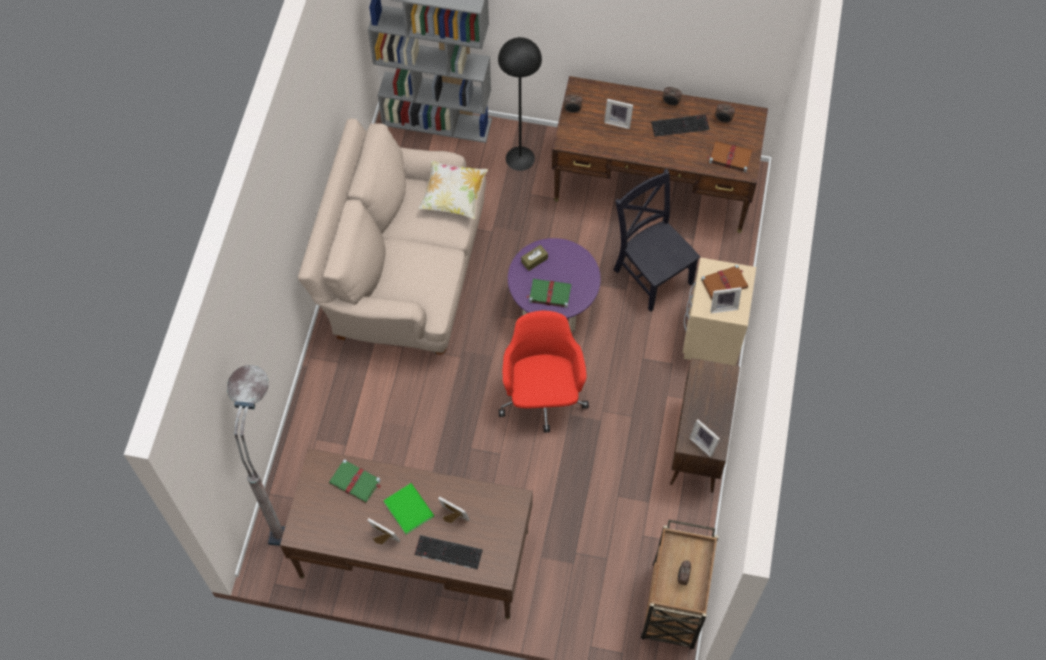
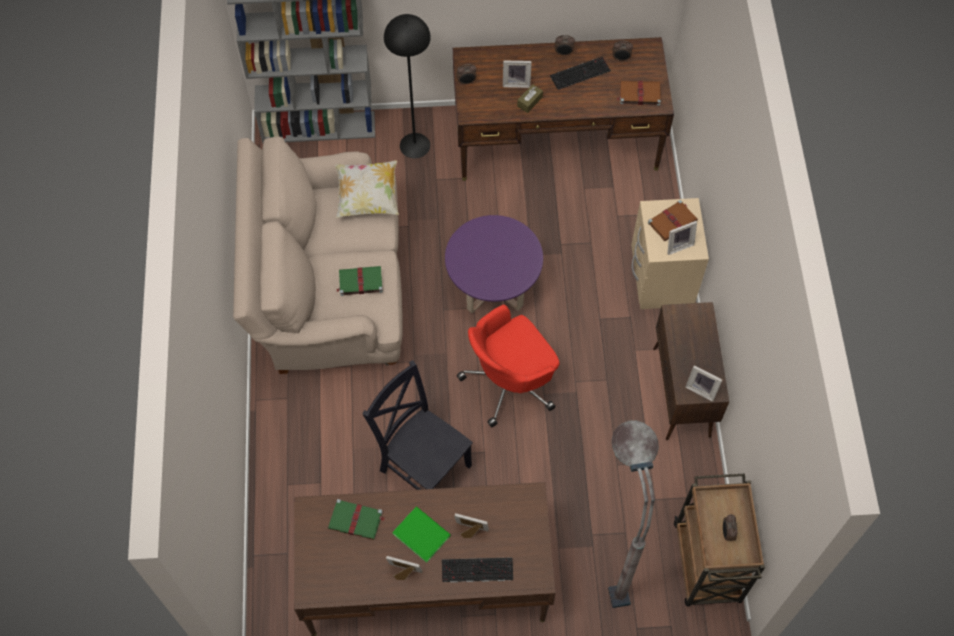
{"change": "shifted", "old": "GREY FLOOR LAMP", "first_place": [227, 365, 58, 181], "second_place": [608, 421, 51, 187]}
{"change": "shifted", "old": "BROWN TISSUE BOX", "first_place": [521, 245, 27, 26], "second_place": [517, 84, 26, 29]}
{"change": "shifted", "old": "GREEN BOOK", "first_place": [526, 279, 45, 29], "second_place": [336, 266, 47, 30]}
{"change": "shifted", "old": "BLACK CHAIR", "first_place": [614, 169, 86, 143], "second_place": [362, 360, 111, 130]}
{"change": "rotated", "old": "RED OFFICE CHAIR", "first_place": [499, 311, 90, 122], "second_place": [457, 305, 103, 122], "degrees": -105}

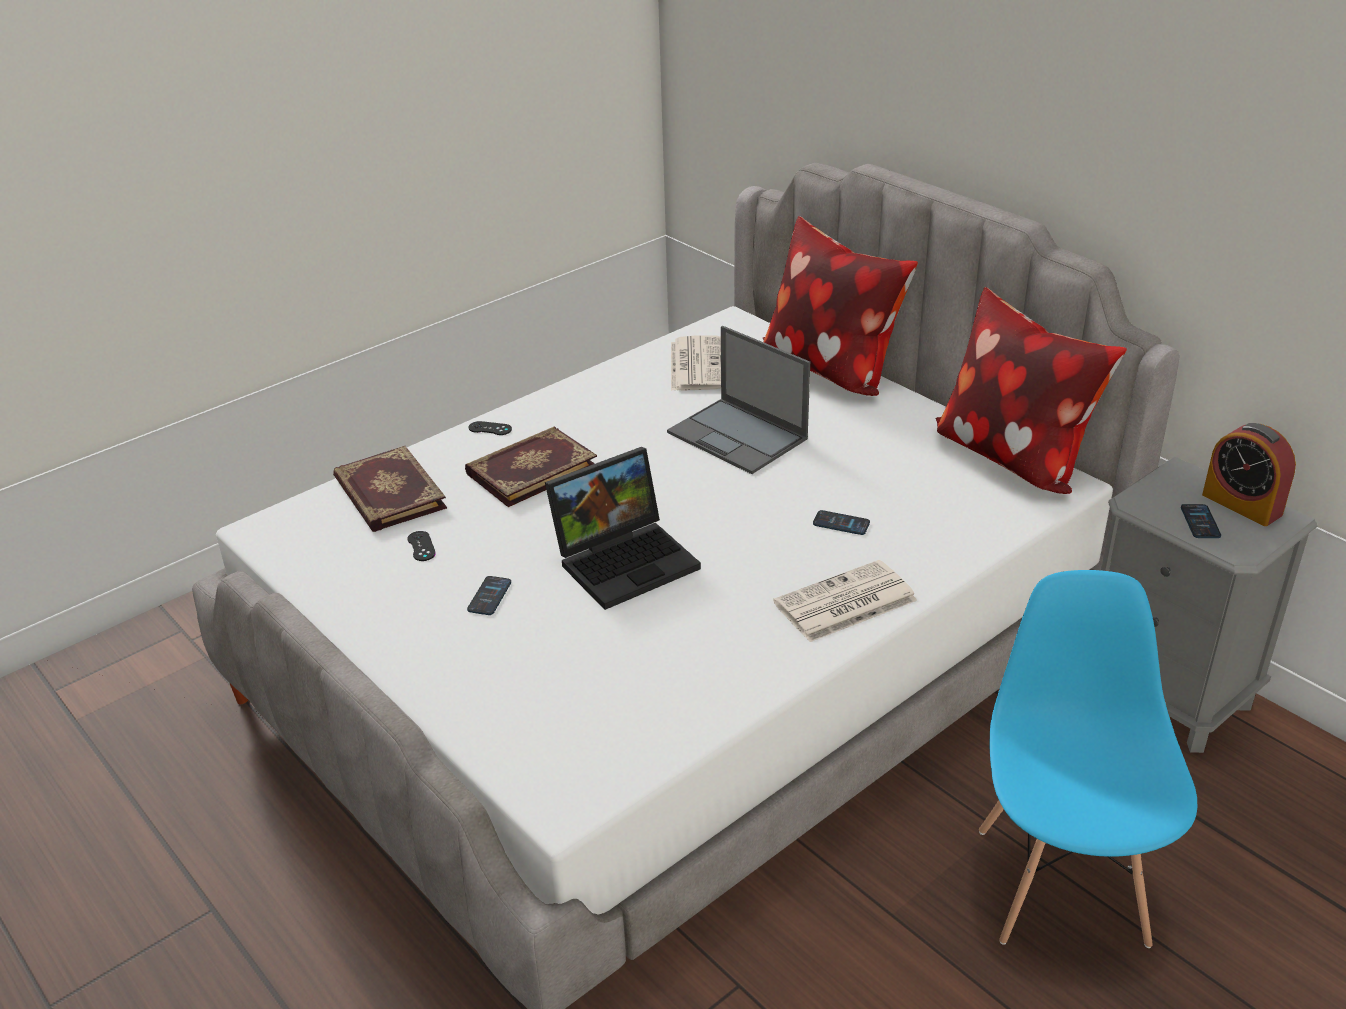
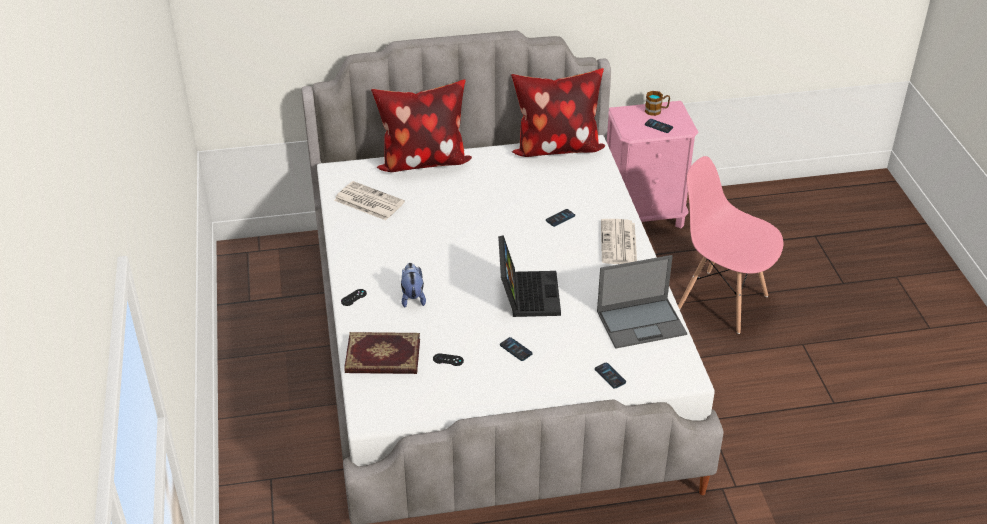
{"change": "new", "new": "PHONE", "second_place": [595, 363, 31, 26]}
{"change": "shifted", "old": "LAPTOP", "first_place": [667, 326, 143, 148], "second_place": [597, 255, 90, 94]}
{"change": "swapped", "old": "BOOK", "new": "PLUSH TOY", "first_place": [465, 427, 132, 80], "second_place": [401, 263, 25, 44]}
{"change": "swapped", "old": "ALARM CLOCK", "new": "MUG", "first_place": [1202, 423, 94, 103], "second_place": [645, 91, 25, 25]}
{"change": "repainted", "old": "BLUE CHAIR", "new": "PINK CHAIR", "first_place": [979, 570, 218, 378], "second_place": [678, 156, 105, 178]}
{"change": "repainted", "old": "GREY NIGHTSTAND", "new": "PINK NIGHTSTAND", "first_place": [1101, 457, 217, 296], "second_place": [607, 101, 91, 128]}

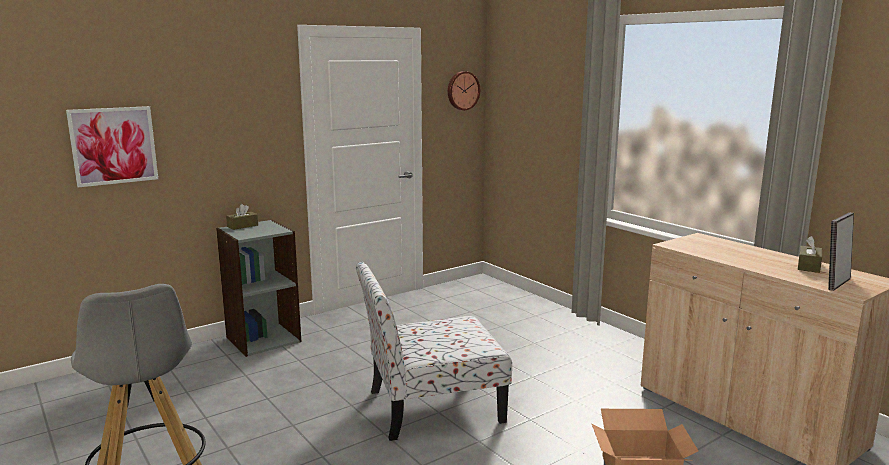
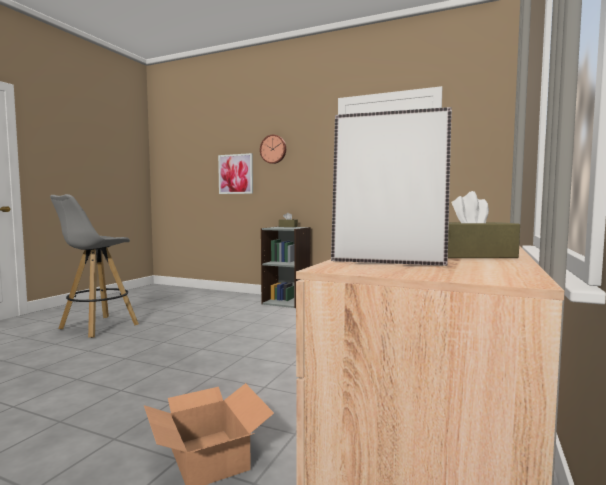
{"change": "gone", "old": "CHAIR", "first_place": [356, 262, 156, 179]}
{"change": "shifted", "old": "WALL CLOCK", "first_place": [448, 71, 32, 39], "second_place": [260, 135, 26, 29]}

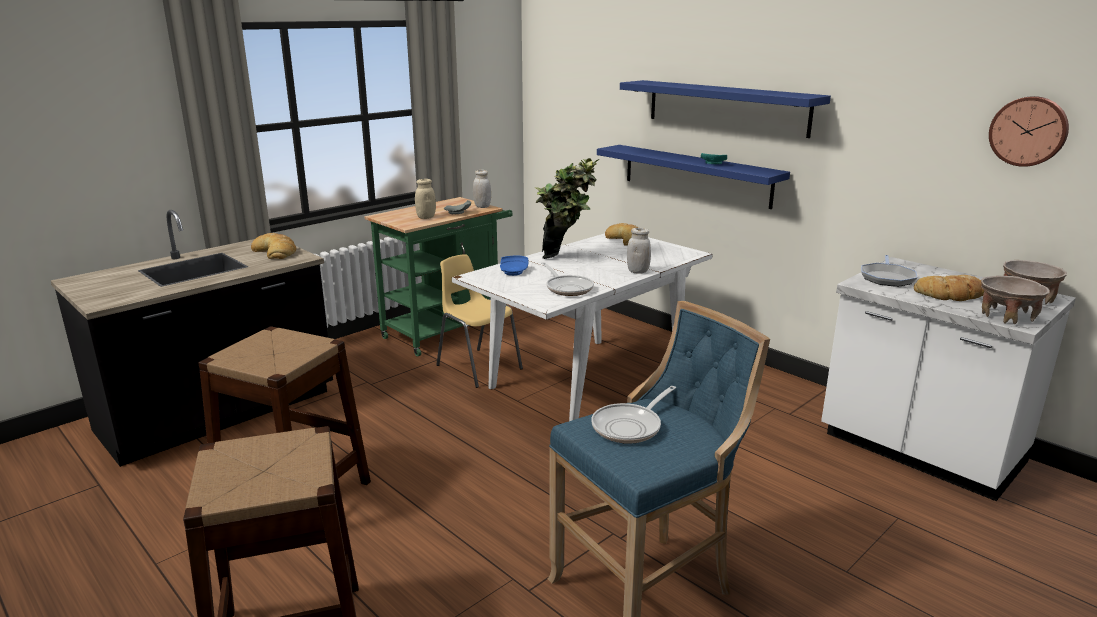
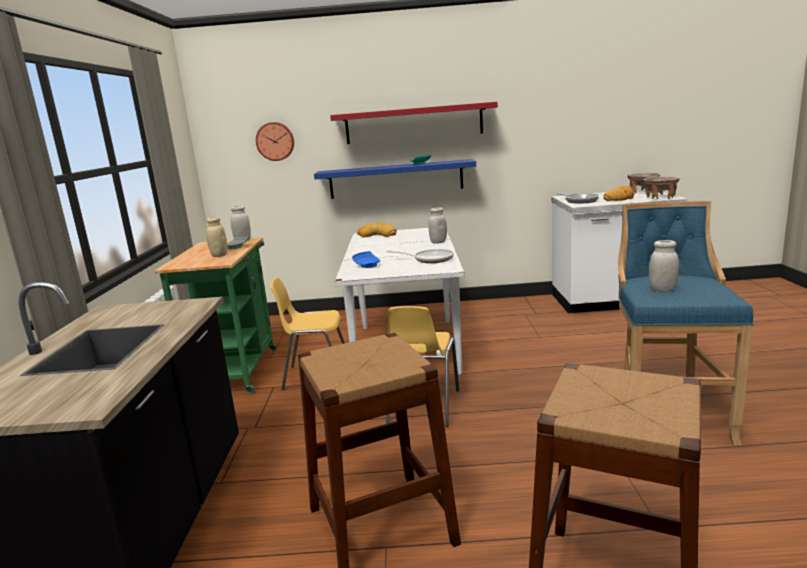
{"change": "gone", "old": "BREAD", "first_place": [251, 233, 45, 26]}
{"change": "gone", "old": "POTTED PLANT", "first_place": [535, 158, 65, 101]}
{"change": "new", "new": "YELLOW CHAIR", "second_place": [386, 306, 73, 121]}
{"change": "shifted", "old": "WALL CLOCK", "first_place": [989, 96, 80, 71], "second_place": [256, 122, 38, 39]}
{"change": "swapped", "old": "FRYING PAN", "new": "WHITE JAR", "first_place": [591, 386, 85, 58], "second_place": [649, 240, 30, 52]}
{"change": "repainted", "old": "BLUE SHELF", "new": "RED SHELF", "first_place": [620, 80, 211, 58], "second_place": [330, 102, 168, 42]}

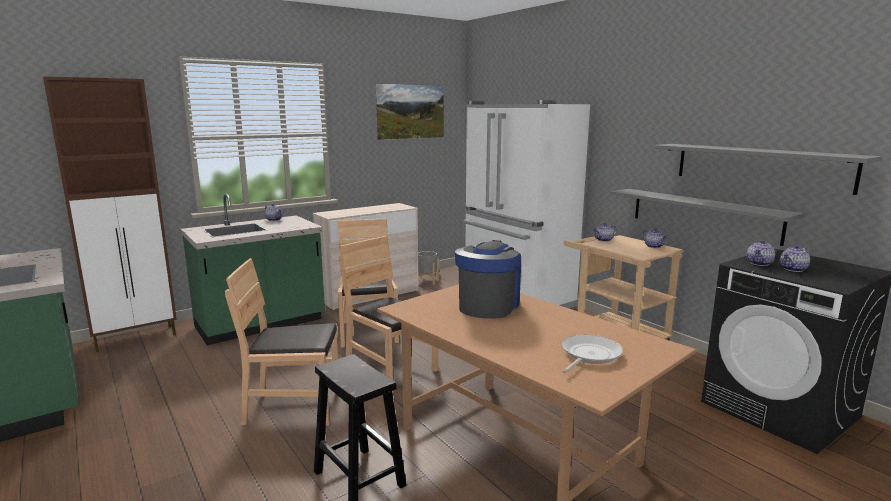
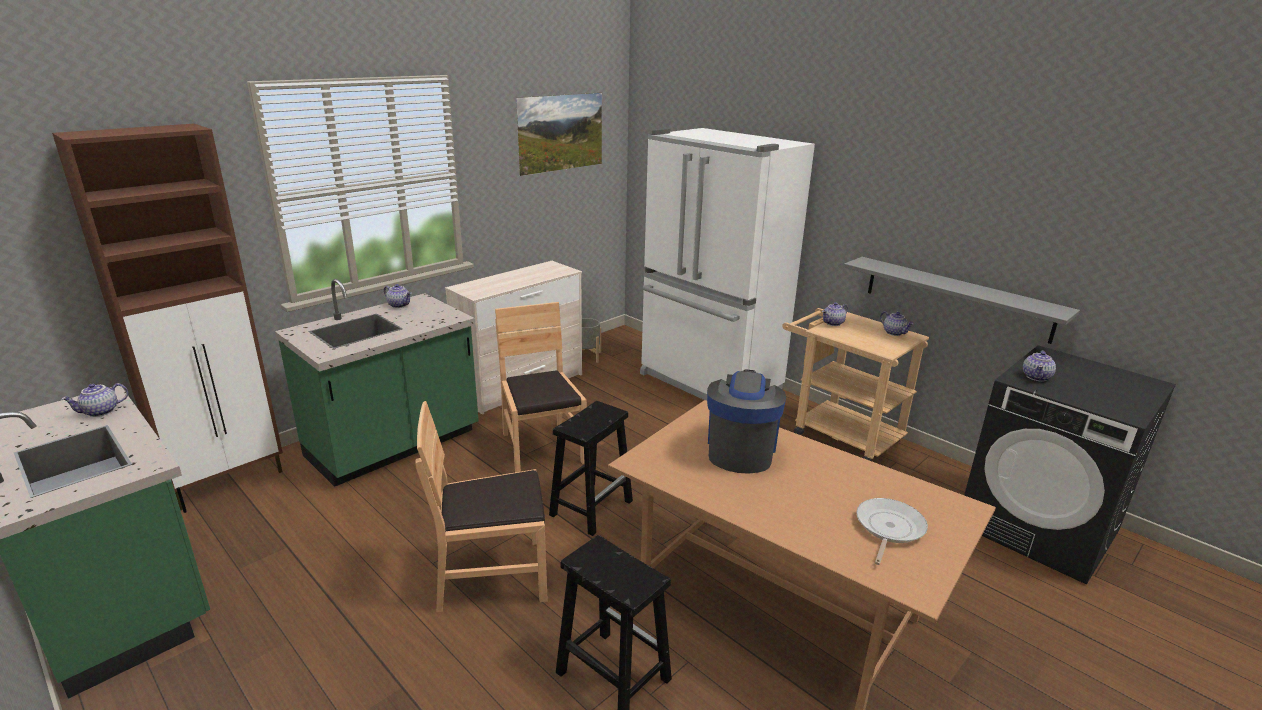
{"change": "gone", "old": "GREY SHELF", "first_place": [654, 144, 229, 51]}
{"change": "shifted", "old": "TEAPOT", "first_place": [780, 245, 30, 27], "second_place": [61, 383, 67, 34]}
{"change": "swapped", "old": "BROWN CHAIR", "new": "BLACK STOOL", "first_place": [339, 236, 99, 157], "second_place": [549, 401, 84, 135]}

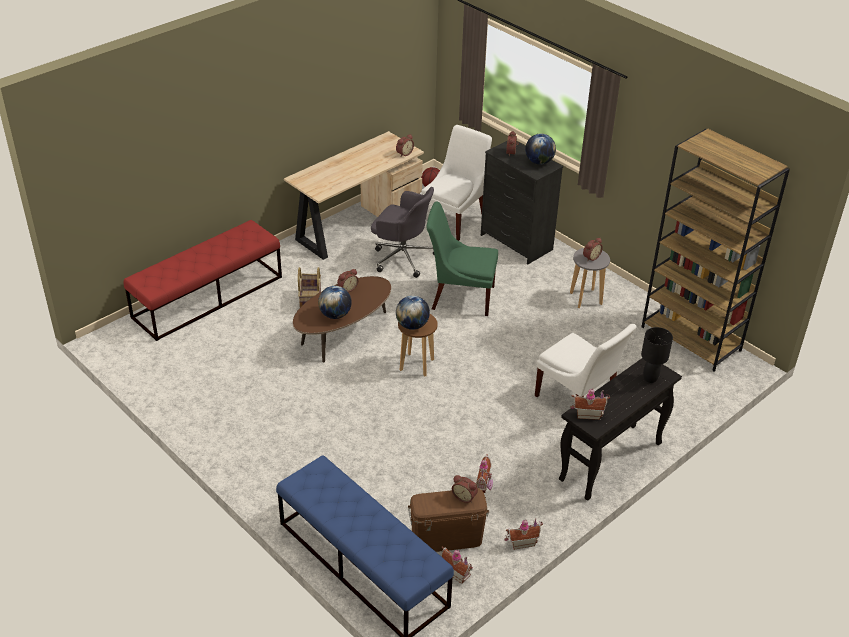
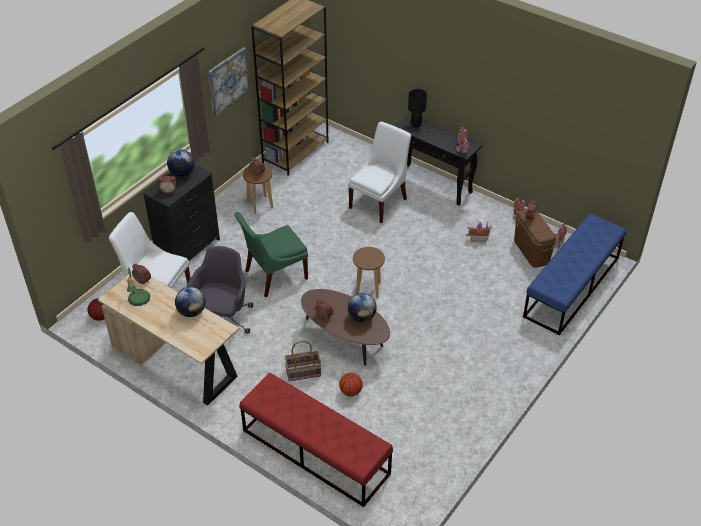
{"change": "new", "new": "TABLE LAMP", "second_place": [127, 266, 23, 40]}
{"change": "new", "new": "PICTURE", "second_place": [208, 47, 41, 69]}
{"change": "new", "new": "BASKETBALL", "second_place": [339, 373, 24, 23]}
{"change": "shifted", "old": "GLOBE", "first_place": [396, 296, 34, 34], "second_place": [175, 287, 30, 30]}
{"change": "repainted", "old": "GREY STOOL", "new": "BROWN STOOL", "first_place": [570, 248, 40, 60], "second_place": [243, 165, 30, 49]}
{"change": "rotated", "old": "GREEN CHAIR", "first_place": [426, 201, 72, 115], "second_place": [234, 212, 74, 85], "degrees": 60}

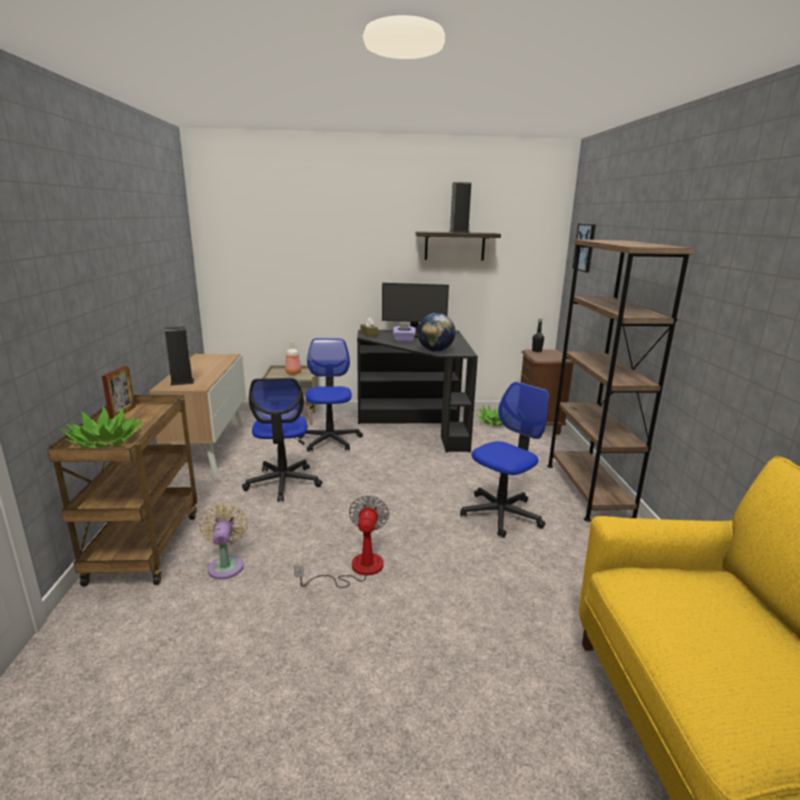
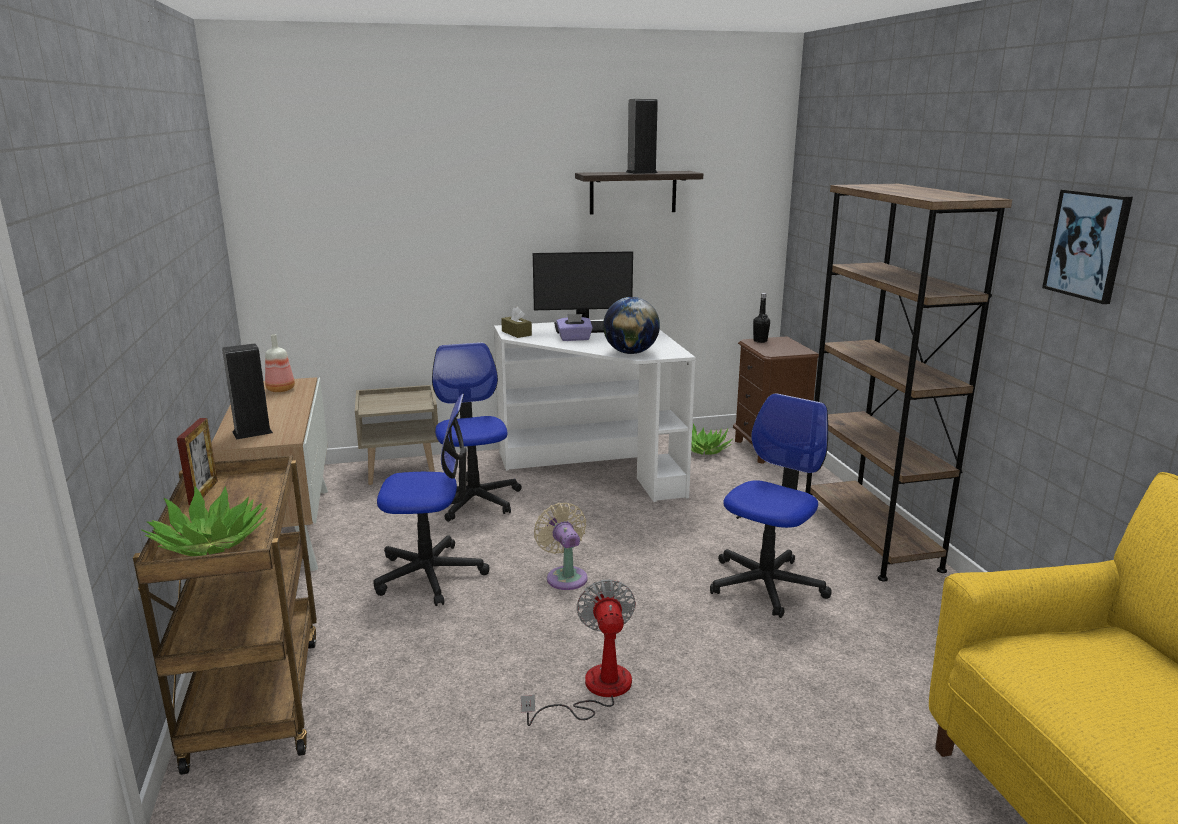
{"change": "shifted", "old": "BEIGE FAN", "first_place": [199, 504, 49, 75], "second_place": [534, 503, 54, 87]}
{"change": "shifted", "old": "BOTTLE", "first_place": [285, 341, 16, 34], "second_place": [265, 334, 30, 58]}
{"change": "shifted", "old": "PICTURE", "first_place": [572, 224, 24, 48], "second_place": [1042, 189, 91, 115]}
{"change": "repainted", "old": "BLACK DESK", "new": "WHITE DESK", "first_place": [357, 330, 121, 123], "second_place": [494, 319, 201, 183]}
{"change": "rotated", "old": "OFFICE CHAIR", "first_place": [242, 378, 80, 124], "second_place": [373, 394, 117, 212], "degrees": -75}

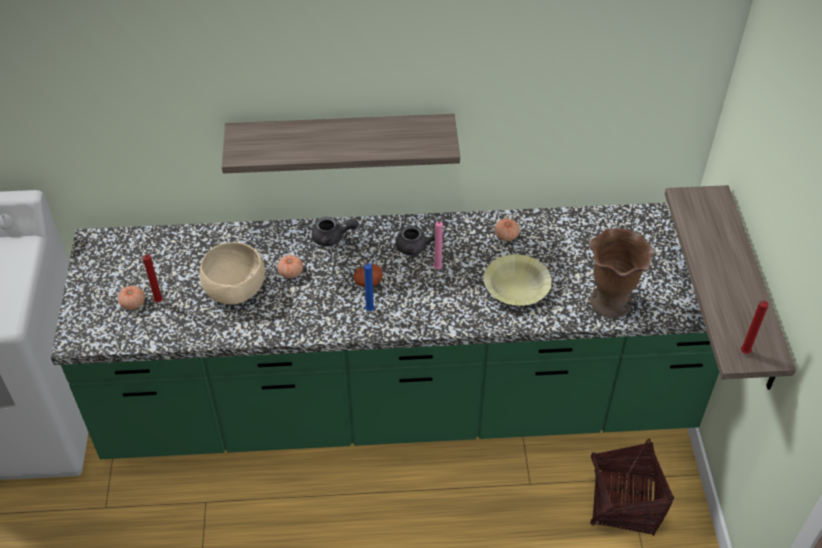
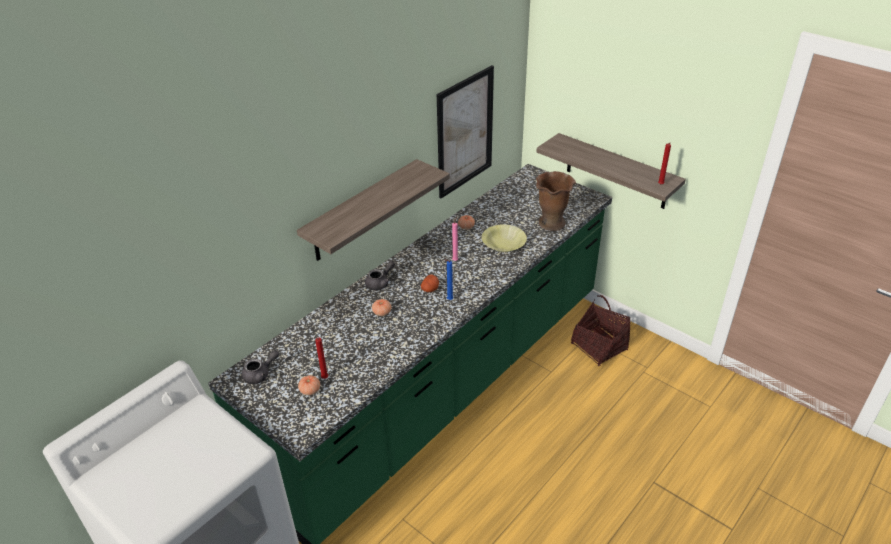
{"change": "gone", "old": "BEIGE BOWL", "first_place": [199, 242, 66, 62]}
{"change": "new", "new": "PICTURE", "second_place": [437, 65, 57, 134]}
{"change": "shifted", "old": "GREY TEAPOT", "first_place": [396, 226, 48, 30], "second_place": [242, 350, 37, 34]}

